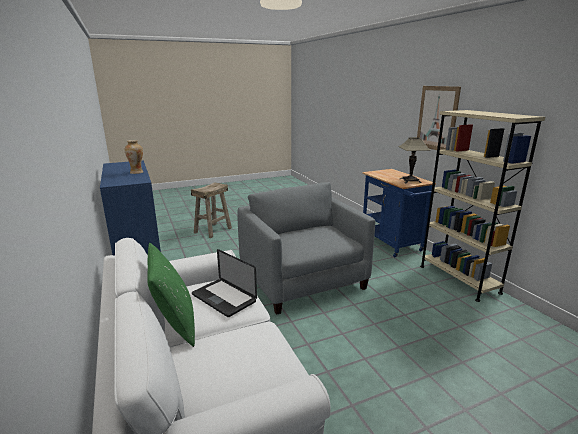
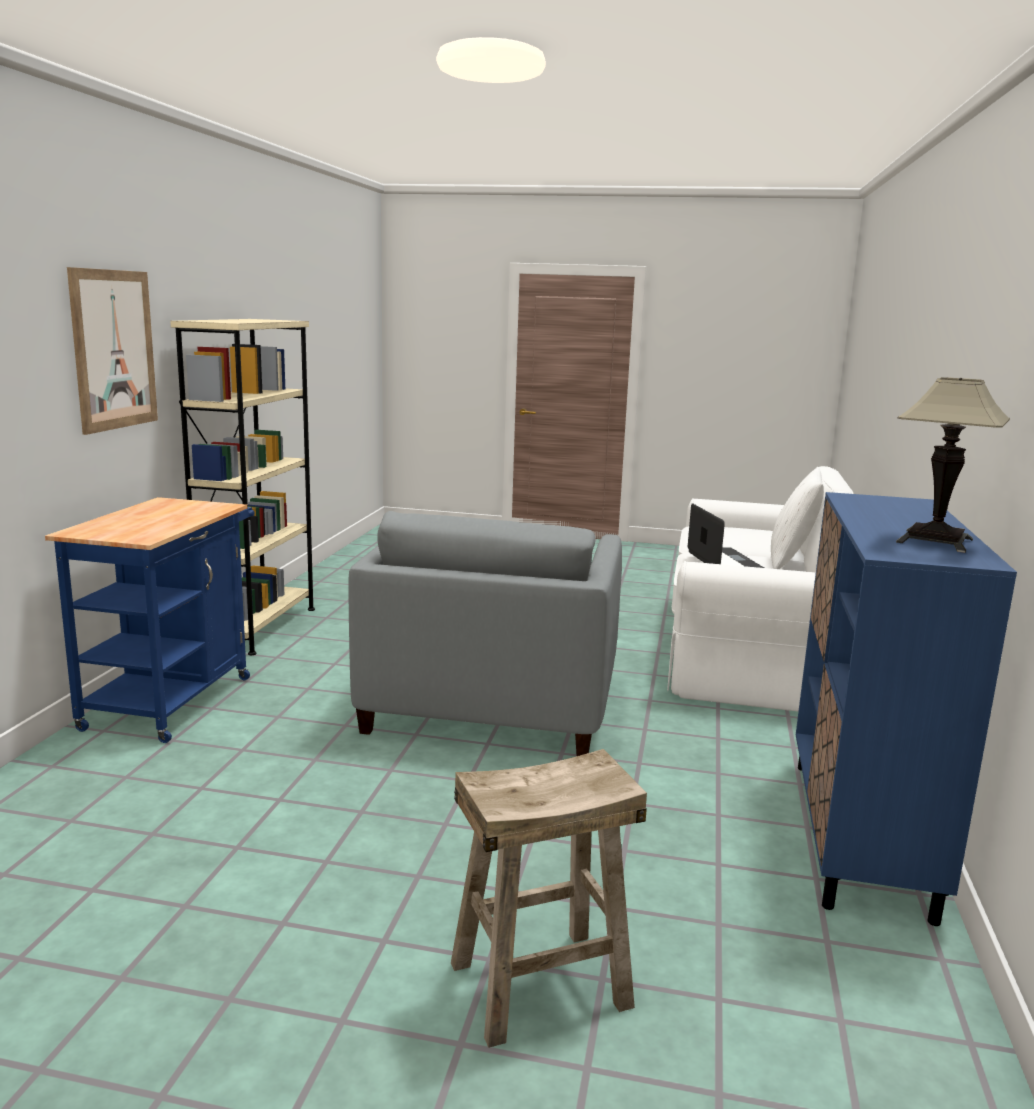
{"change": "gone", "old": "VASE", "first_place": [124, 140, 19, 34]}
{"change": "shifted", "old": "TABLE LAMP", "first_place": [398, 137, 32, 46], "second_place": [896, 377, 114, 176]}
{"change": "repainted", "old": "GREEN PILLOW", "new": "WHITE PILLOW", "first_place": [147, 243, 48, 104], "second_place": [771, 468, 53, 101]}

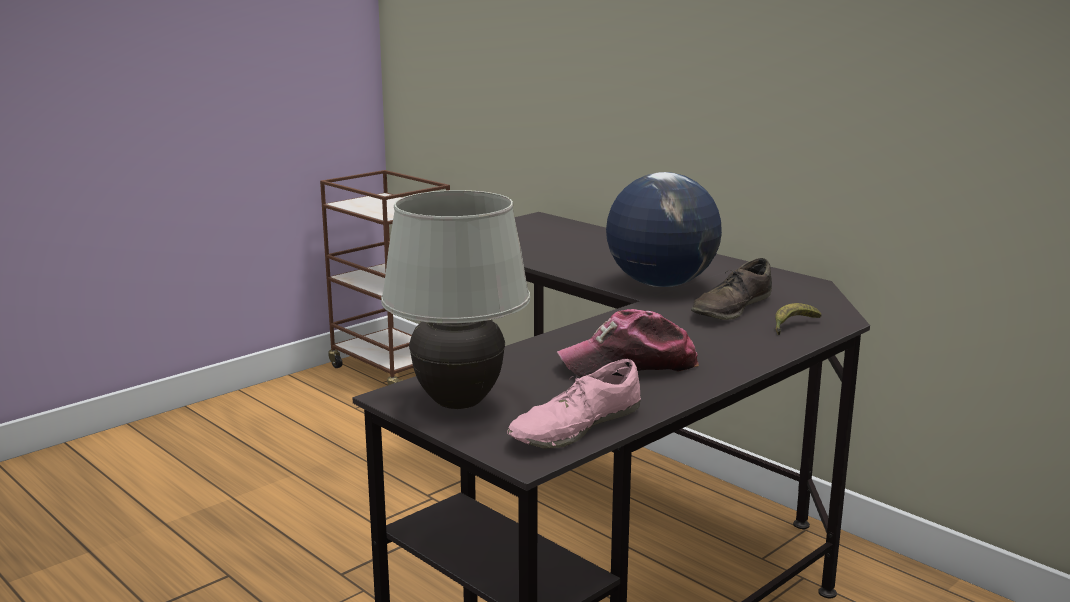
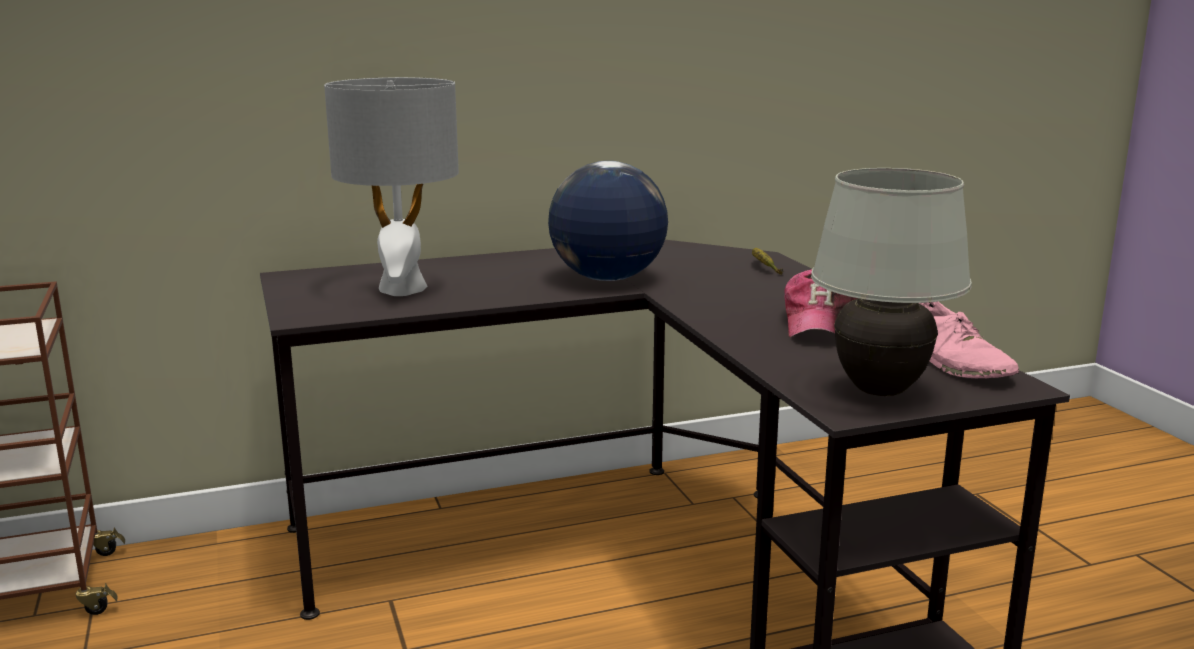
{"change": "gone", "old": "BROWN SHOE", "first_place": [691, 258, 81, 62]}
{"change": "new", "new": "GREY TABLE LAMP", "second_place": [324, 77, 135, 219]}

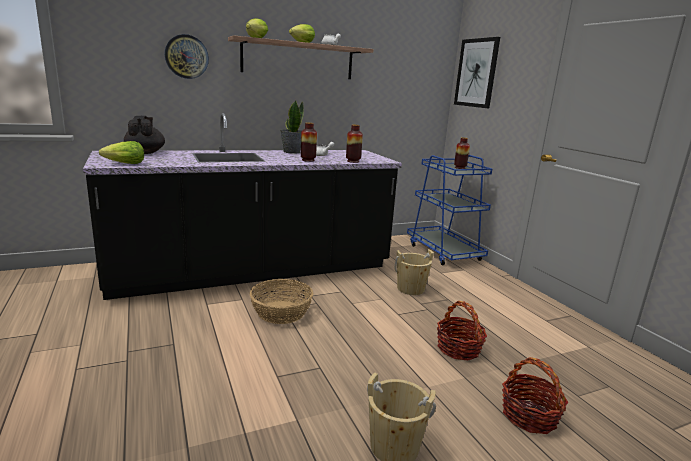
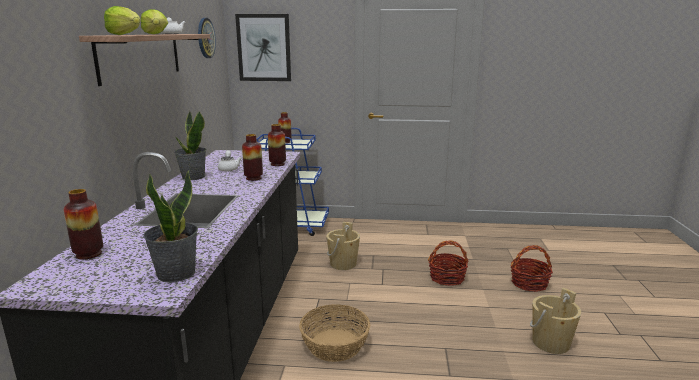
{"change": "shifted", "old": "WALL CLOCK", "first_place": [165, 34, 44, 45], "second_place": [198, 18, 18, 40]}
{"change": "swapped", "old": "LETTUCE", "new": "POTTED PLANT", "first_place": [99, 141, 45, 23], "second_place": [143, 171, 55, 112]}
{"change": "swapped", "old": "BLACK TEAPOT", "new": "VASE", "first_place": [124, 116, 41, 38], "second_place": [64, 189, 39, 71]}

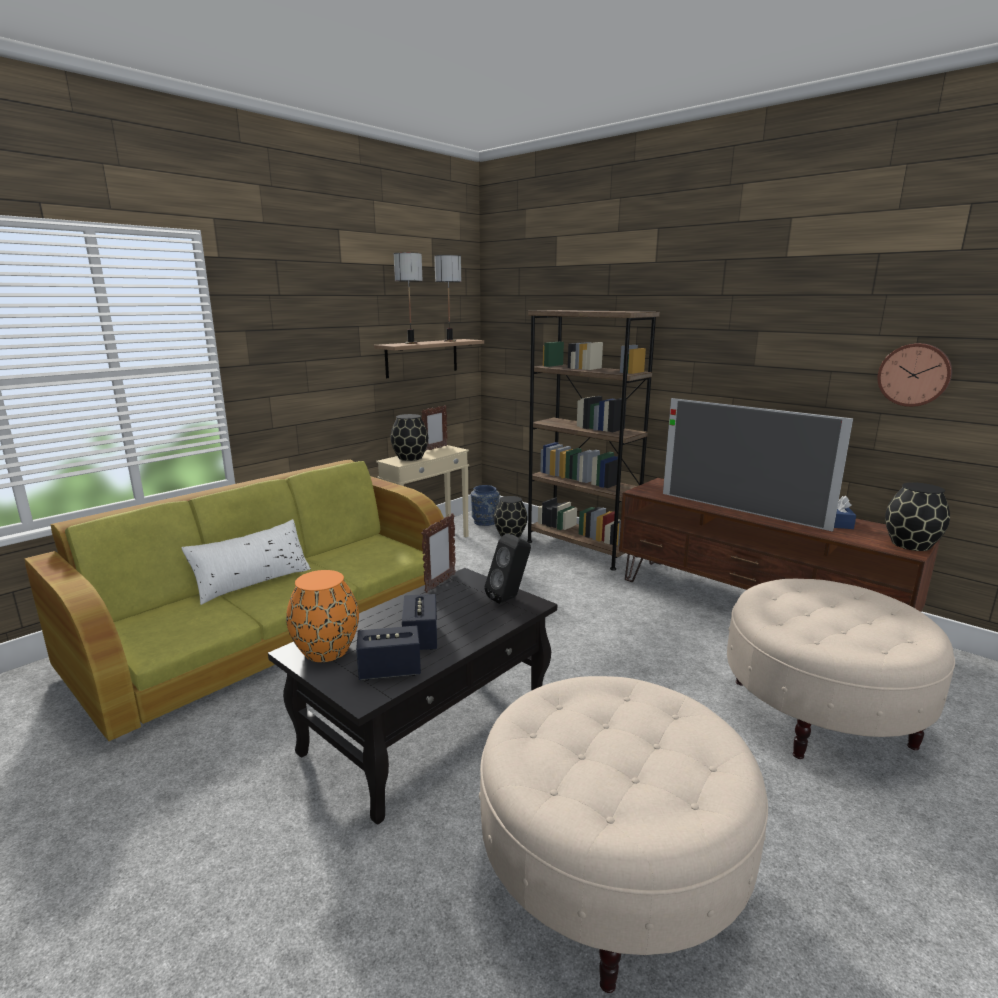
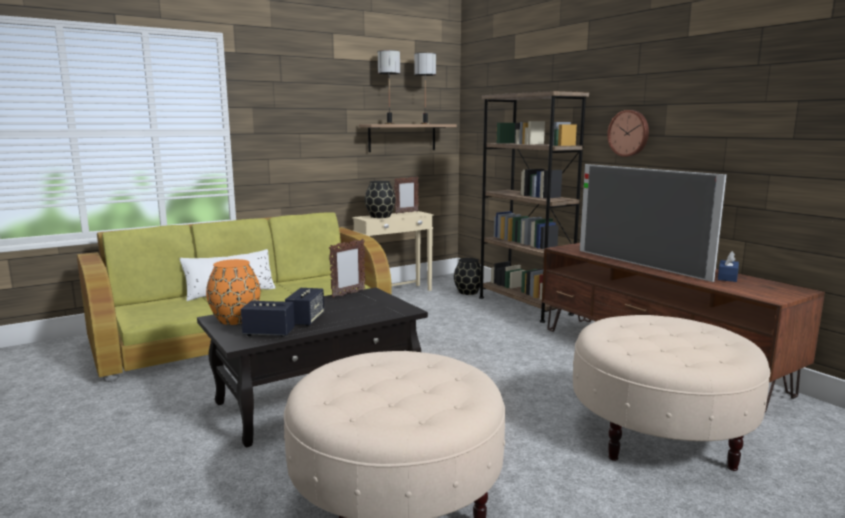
{"change": "gone", "old": "BLUE VASE", "first_place": [471, 485, 28, 41]}
{"change": "gone", "old": "BLACK SPEAKER", "first_place": [484, 534, 47, 70]}
{"change": "gone", "old": "BLACK VASE", "first_place": [885, 482, 65, 69]}
{"change": "shifted", "old": "WALL CLOCK", "first_place": [877, 343, 75, 64], "second_place": [607, 110, 42, 47]}

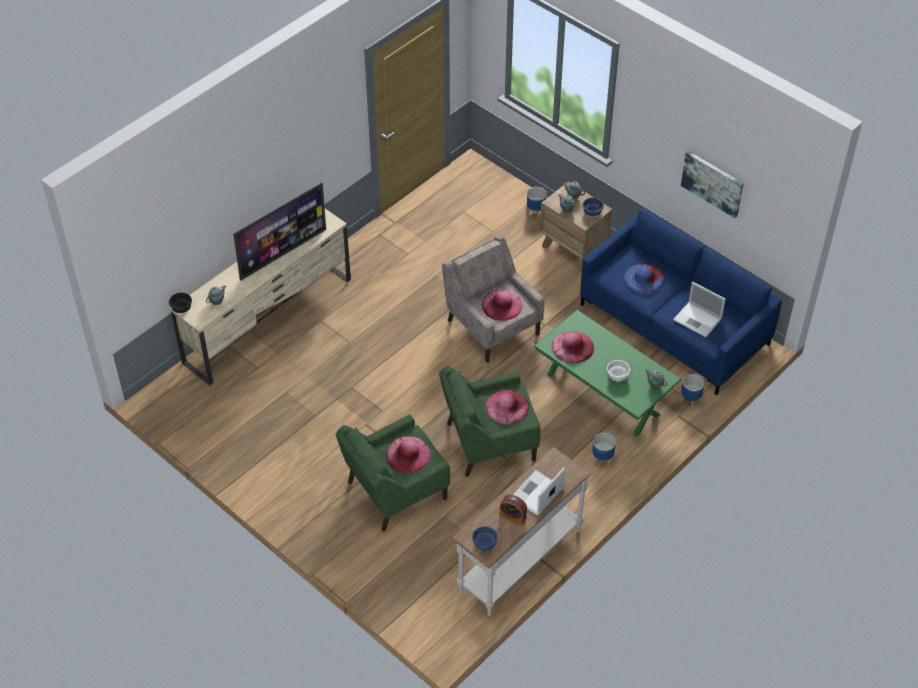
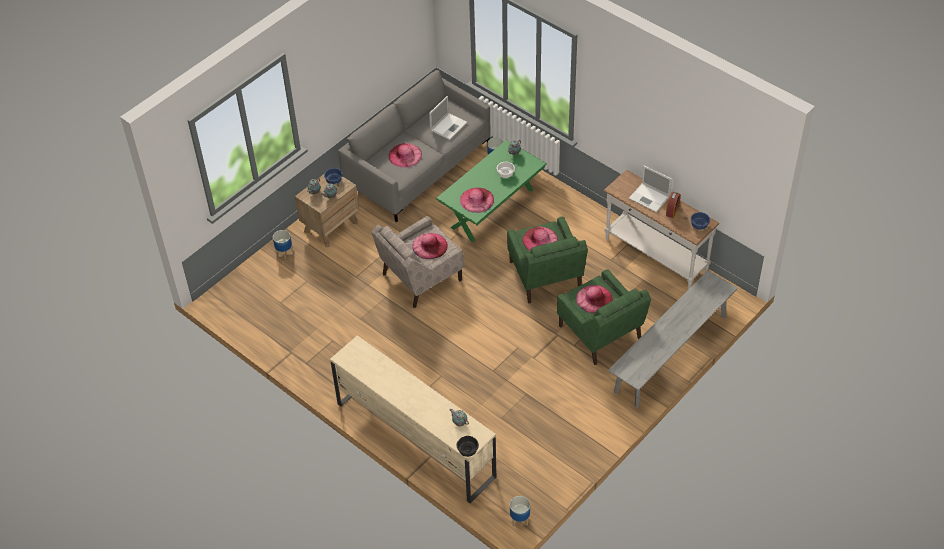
{"change": "gone", "old": "TELEVISION", "first_place": [233, 183, 93, 98]}
{"change": "gone", "old": "PICTURE", "first_place": [681, 151, 63, 67]}
{"change": "new", "new": "GREY BENCH", "second_place": [608, 271, 130, 137]}
{"change": "shifted", "old": "PLANTER", "first_place": [592, 433, 24, 33], "second_place": [510, 496, 20, 30]}
{"change": "repainted", "old": "BLUE SOFA", "new": "GREY SOFA", "first_place": [580, 208, 202, 187], "second_place": [338, 70, 153, 152]}
{"change": "repainted", "old": "BLUE HAT", "new": "PINK HAT", "first_place": [624, 264, 41, 30], "second_place": [389, 143, 33, 24]}

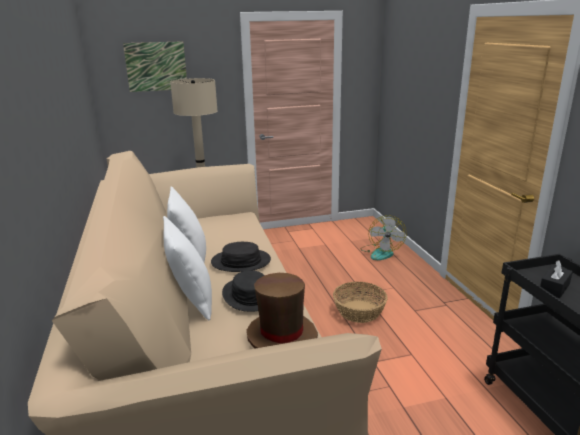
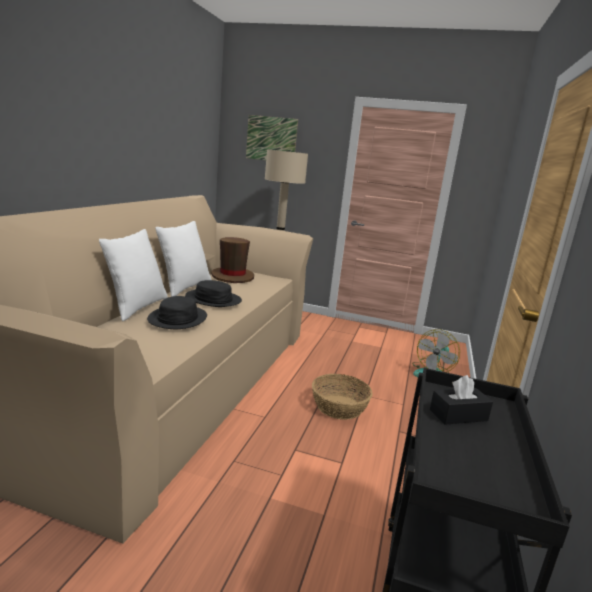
{"change": "shifted", "old": "BROWN HAT", "first_place": [247, 273, 71, 76], "second_place": [211, 237, 43, 46]}

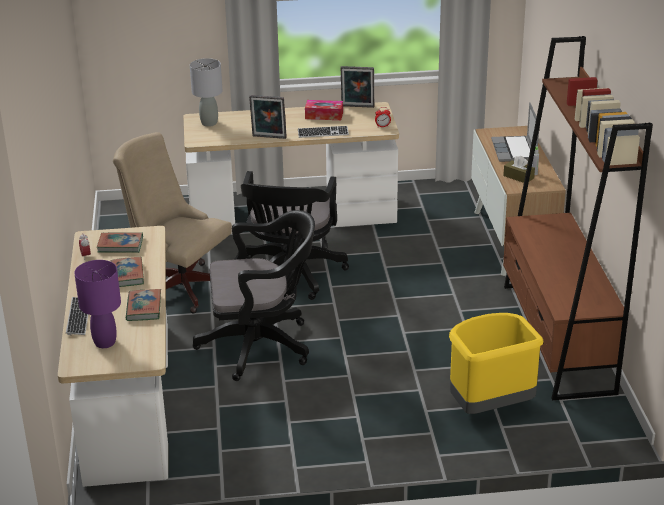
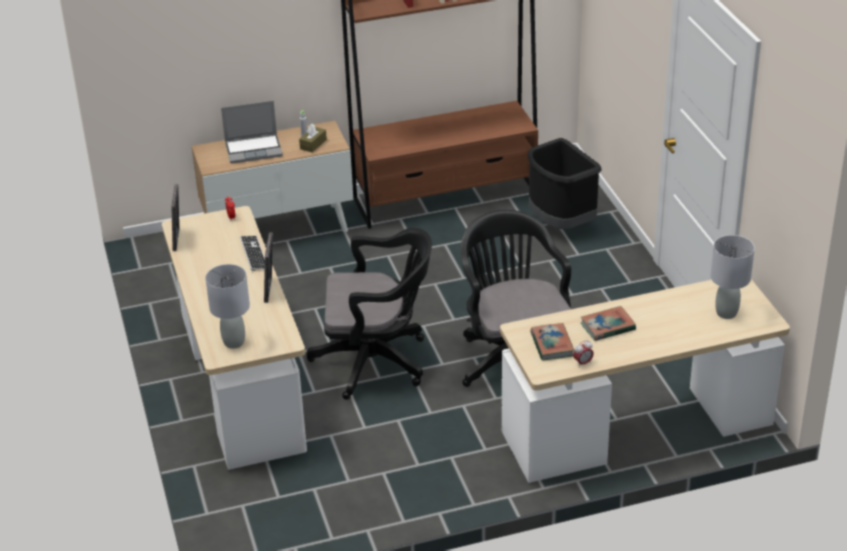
{"change": "gone", "old": "KEYBOARD", "first_place": [66, 297, 22, 38]}
{"change": "gone", "old": "BEIGE OFFICE CHAIR", "first_place": [113, 132, 119, 182]}
{"change": "gone", "old": "BOOK", "first_place": [126, 289, 35, 32]}
{"change": "gone", "old": "TISSUE BOX", "first_place": [305, 100, 38, 20]}
{"change": "repainted", "old": "PURPLE TABLE LAMP", "new": "GREY TABLE LAMP", "first_place": [74, 260, 47, 88], "second_place": [711, 235, 44, 84]}
{"change": "repainted", "old": "YELLOW TRASH CAN", "new": "BLACK TRASH CAN", "first_place": [449, 313, 94, 101], "second_place": [528, 138, 74, 91]}

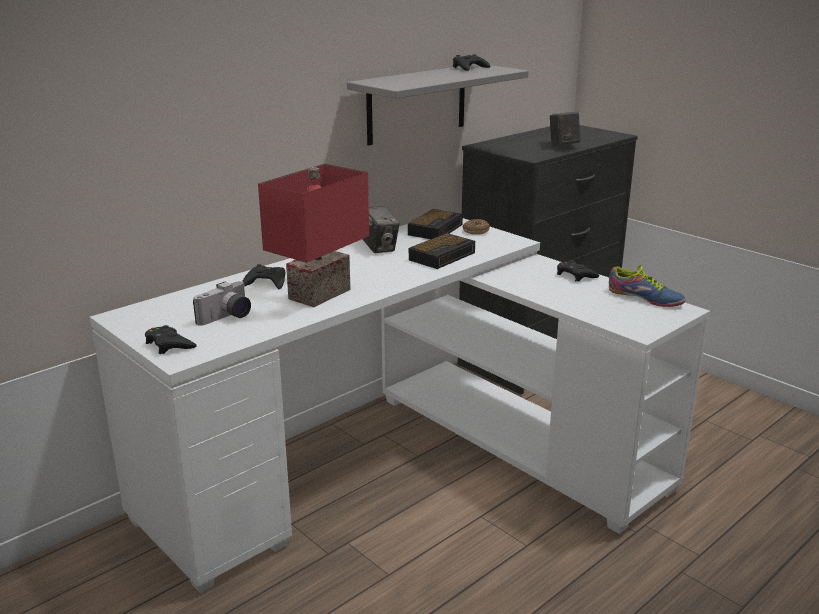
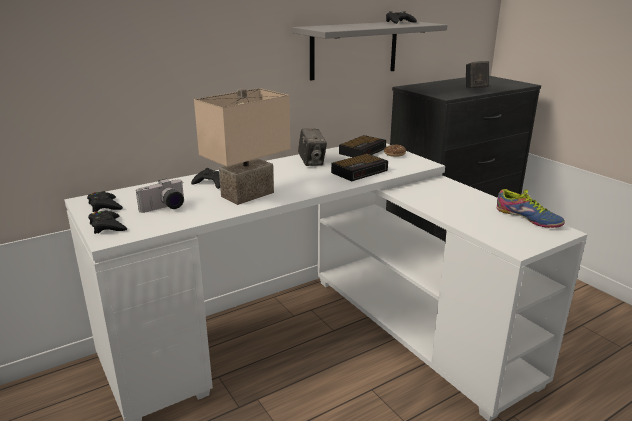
{"change": "shifted", "old": "BLACK GAME CONTROLLER", "first_place": [557, 260, 42, 22], "second_place": [87, 191, 36, 21]}
{"change": "repainted", "old": "RED TABLE LAMP", "new": "BEIGE TABLE LAMP", "first_place": [258, 164, 111, 143], "second_place": [194, 88, 96, 117]}

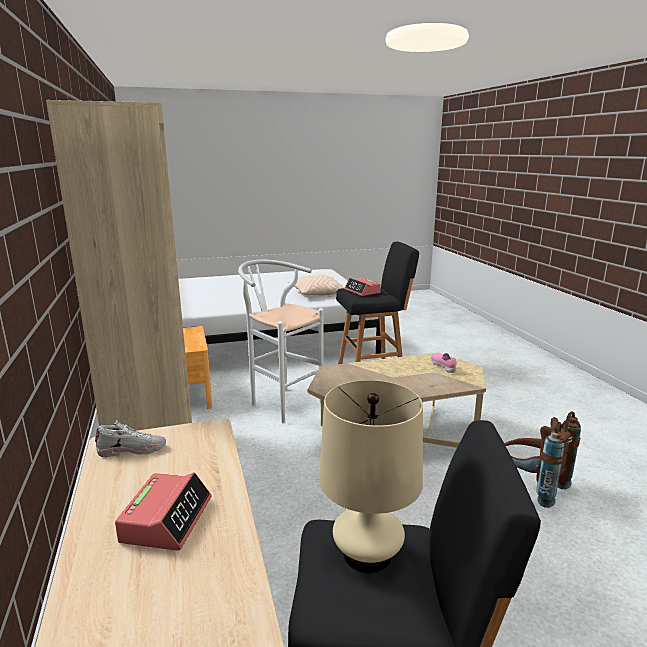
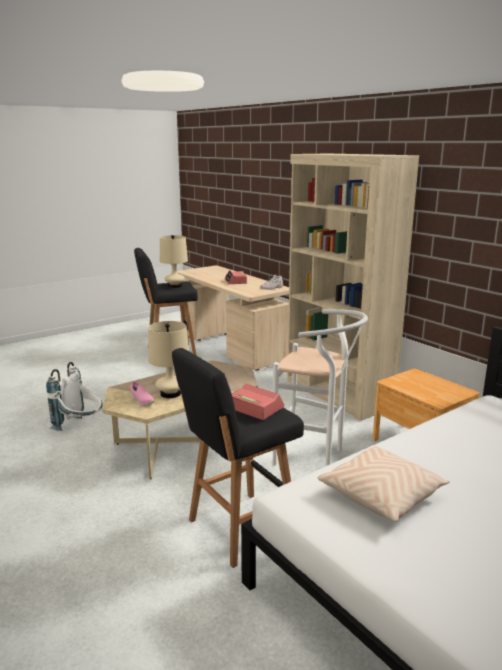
{"change": "new", "new": "BEIGE TABLE LAMP", "second_place": [148, 321, 41, 77]}
{"change": "repainted", "old": "BROWN BACKPACK", "new": "WHITE BACKPACK", "first_place": [505, 411, 76, 97], "second_place": [46, 362, 57, 69]}

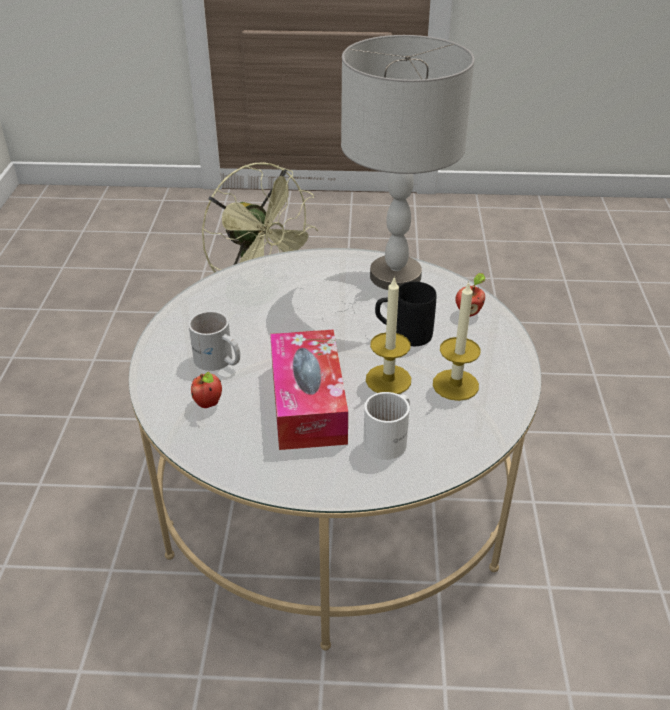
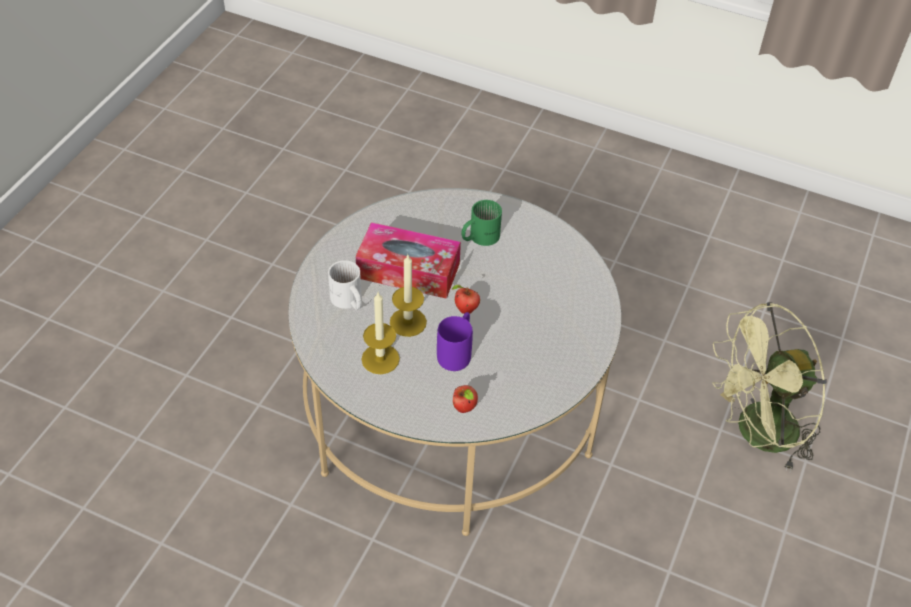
{"change": "gone", "old": "GREY TABLE LAMP", "first_place": [341, 35, 134, 255]}
{"change": "shifted", "old": "APPLE", "first_place": [191, 372, 31, 36], "second_place": [452, 285, 28, 29]}
{"change": "repainted", "old": "WHITE MUG", "new": "GREEN MUG", "first_place": [189, 311, 51, 60], "second_place": [462, 200, 40, 46]}
{"change": "repainted", "old": "BLACK MUG", "new": "PURPLE MUG", "first_place": [375, 282, 61, 64], "second_place": [437, 312, 36, 59]}

